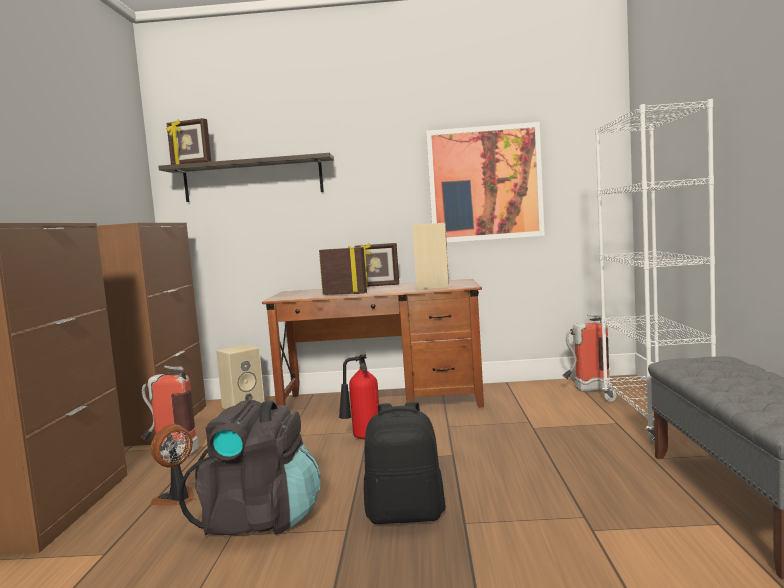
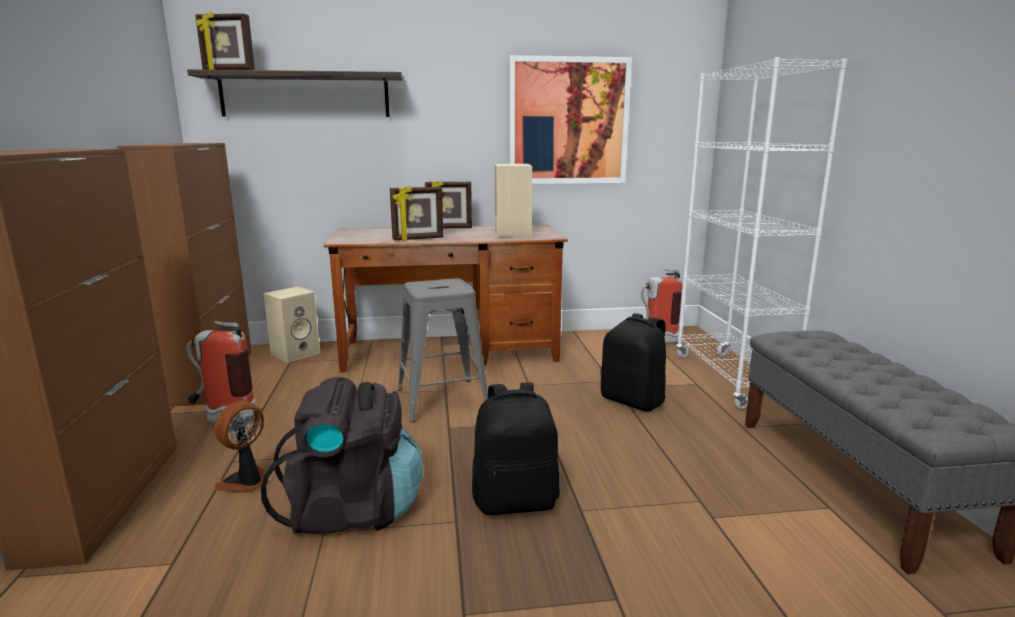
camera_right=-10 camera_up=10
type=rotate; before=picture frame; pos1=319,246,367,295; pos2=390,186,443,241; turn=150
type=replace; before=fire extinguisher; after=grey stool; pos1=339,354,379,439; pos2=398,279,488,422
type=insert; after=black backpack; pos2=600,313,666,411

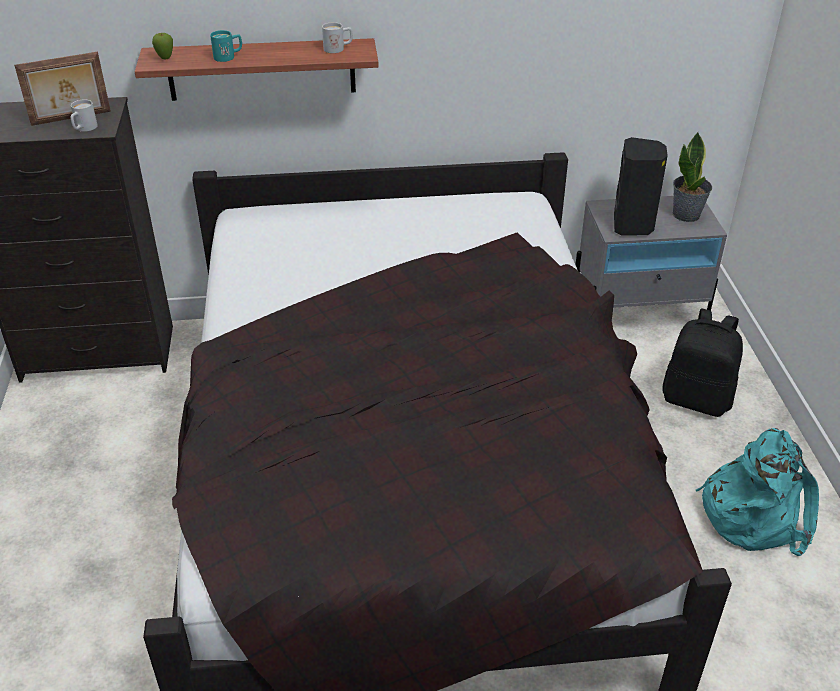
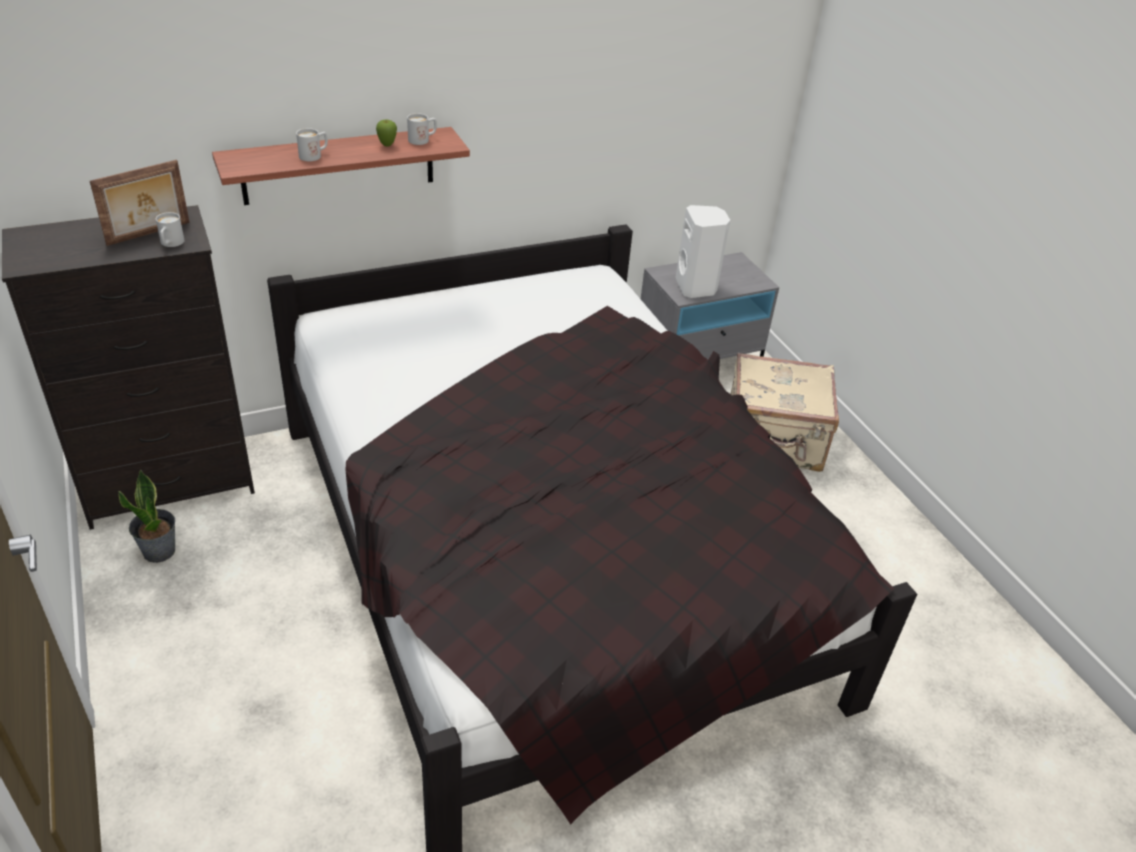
camera_right=-20 camera_up=0
type=recolor; before=turquoise mug; after=white mug; pos1=210,30,242,62; pos2=296,128,328,161
type=move; before=apple; pos1=152,33,173,60; pos2=376,119,397,146
type=move; before=potted plant; pos1=673,132,712,222; pos2=118,469,175,563
type=recolor; before=black speaker; after=white speaker; pos1=614,137,668,235; pos2=675,205,730,298
type=replace; before=black backpack; after=beige suitcase; pos1=662,309,743,417; pos2=730,353,839,472
type=delete; before=turquoise backpack; pos1=696,428,819,556

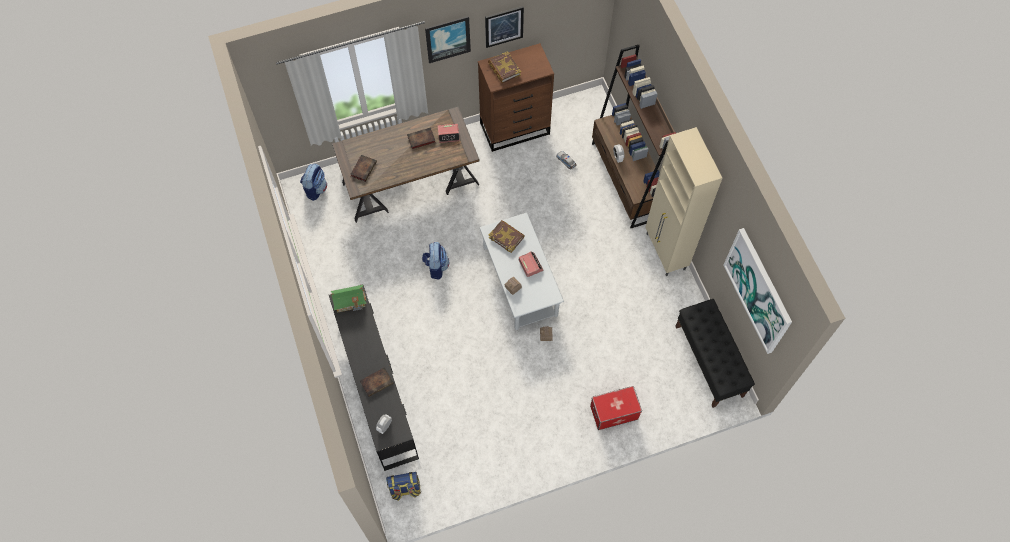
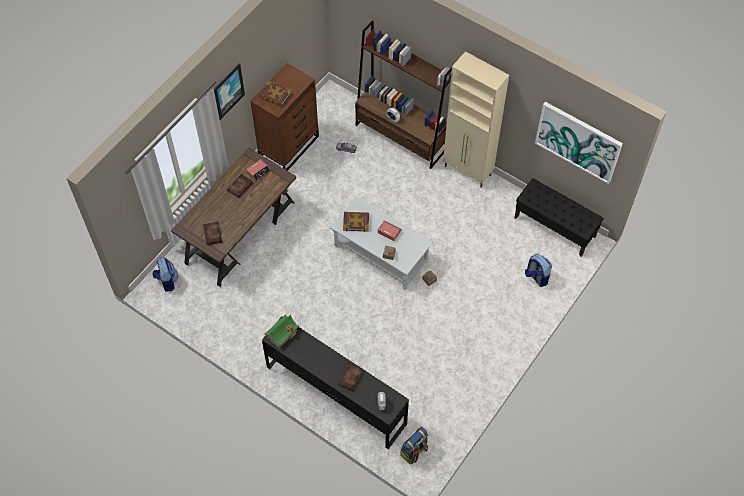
camera_right=-35 camera_up=-5
type=delete; before=picture; pos1=485,6,524,48
type=move; before=backpack; pos1=422,242,449,280; pos2=525,253,552,287
type=delete; before=storage box; pos1=590,386,642,430

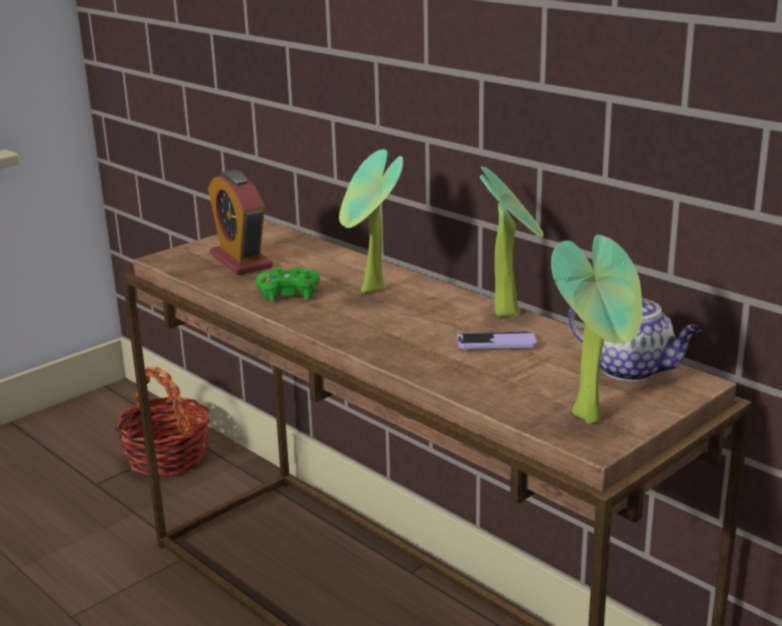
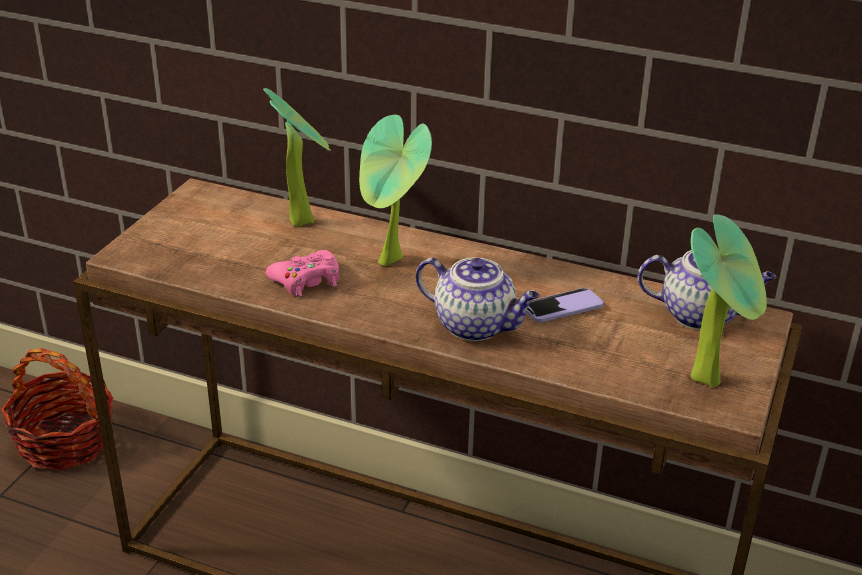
camera_right=-25 camera_up=10
type=move; before=potted plant; pos1=480,167,544,316; pos2=263,88,331,227
type=delete; before=alarm clock; pos1=208,170,273,275
type=recolor; before=green game controller; after=pink game controller; pos1=256,267,320,301; pos2=266,250,339,297
type=insert; after=teapot; pos2=416,257,540,341

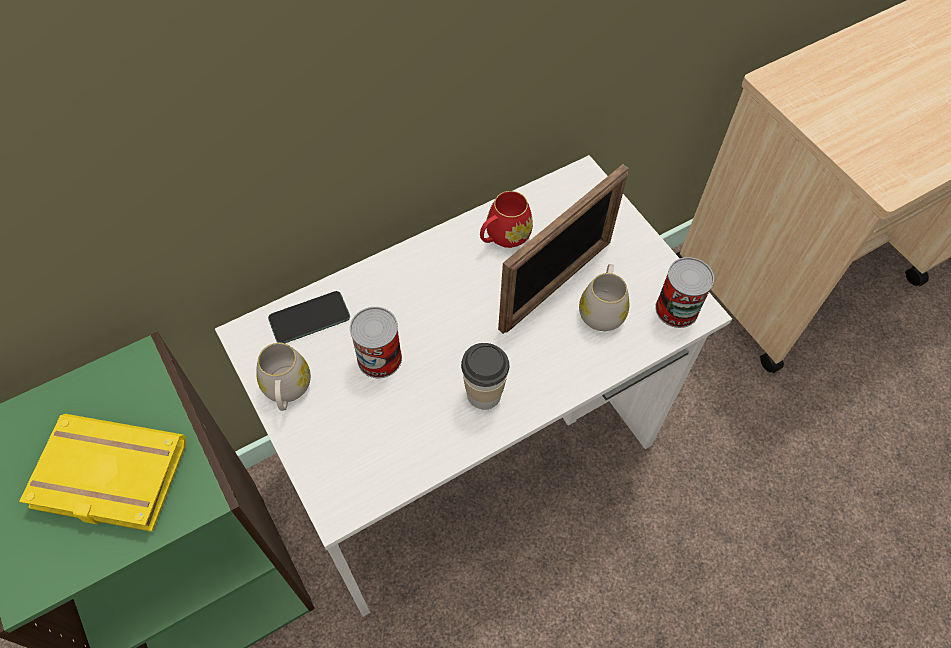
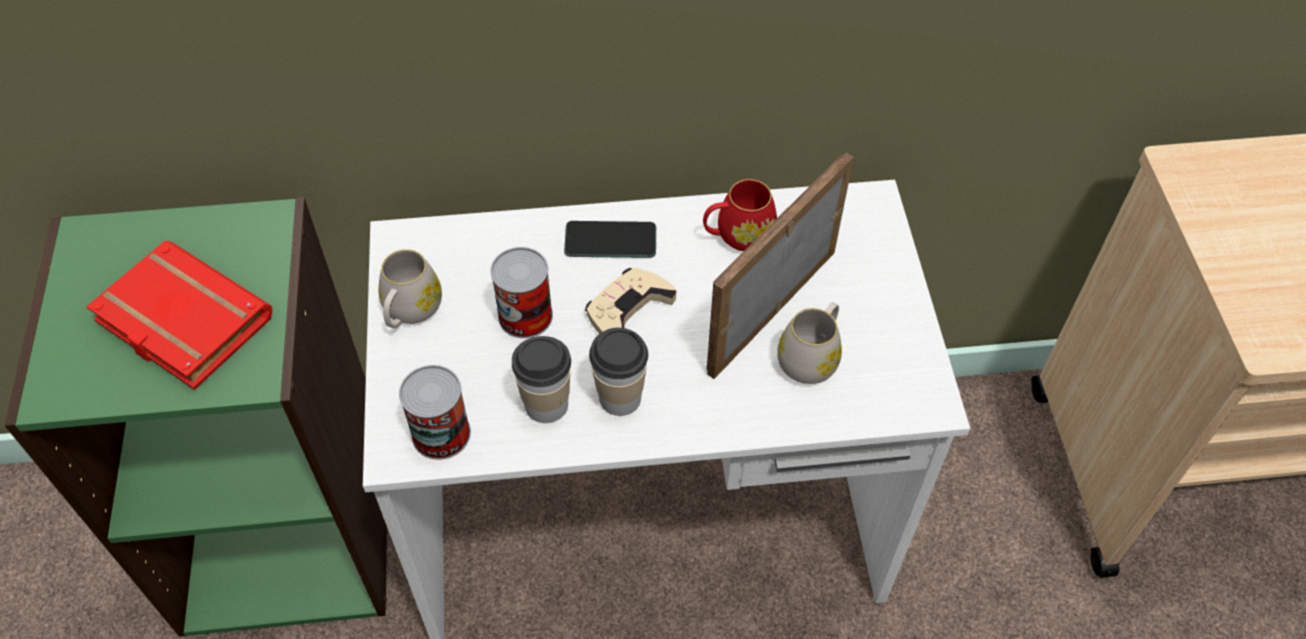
camera_right=25 camera_up=-5
type=rotate; before=picture frame; pos1=498,164,628,334; pos2=707,153,854,379; turn=150
type=move; before=can; pos1=655,257,714,328; pos2=399,365,471,460
type=move; before=phone; pos1=268,291,350,343; pos2=564,221,656,258
type=recolor; before=yellow book; after=red book; pos1=19,414,186,532; pos2=86,240,273,390
type=insert; after=beige game controller; pos2=585,268,676,334
type=insert; after=cup; pos2=512,336,571,423

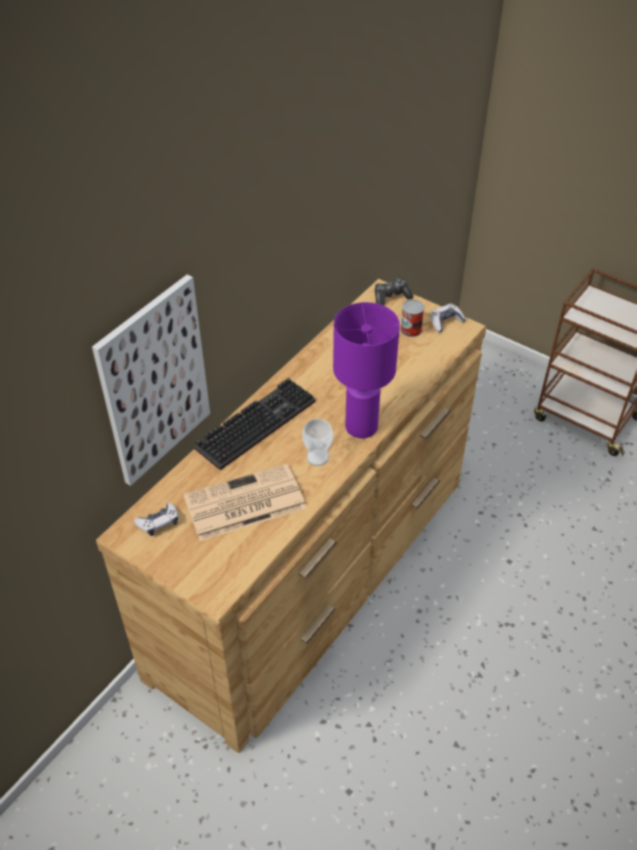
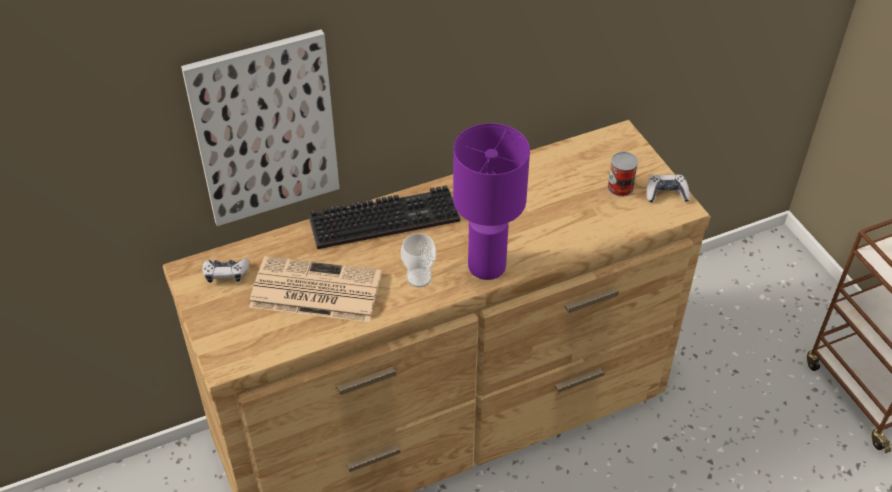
camera_right=30 camera_up=0
type=delete; before=game controller; pos1=375,278,413,306

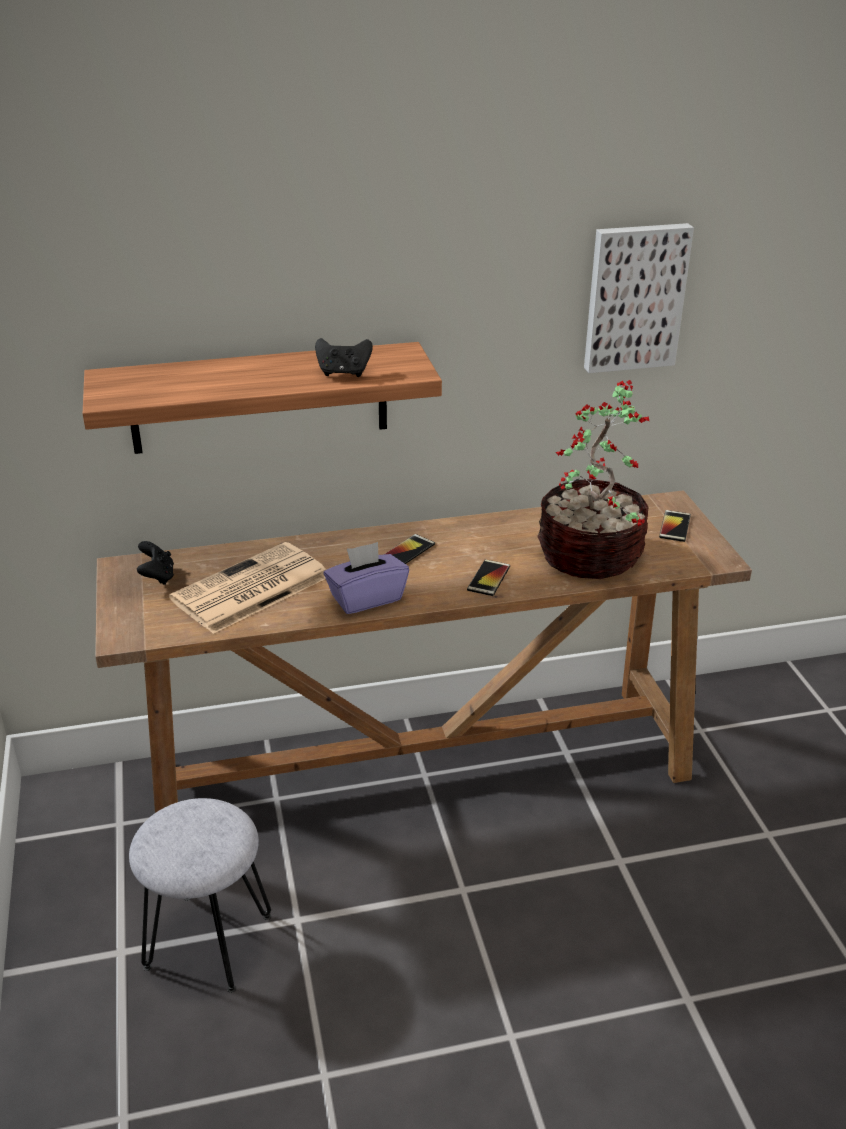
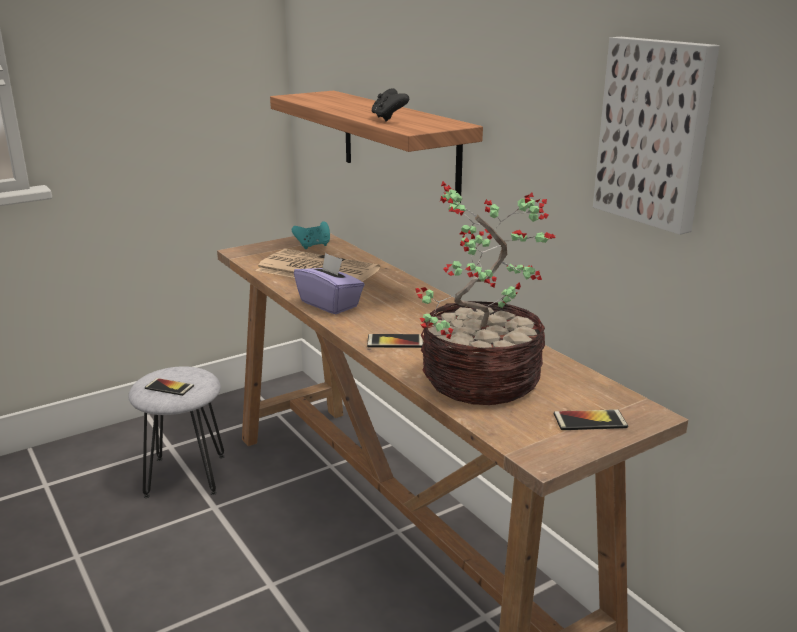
camera_right=70 camera_up=-10
type=move; before=phone; pos1=383,534,435,564; pos2=145,378,194,396
type=recolor; before=black game controller; after=turquoise game controller; pos1=137,541,174,585; pos2=292,221,330,249

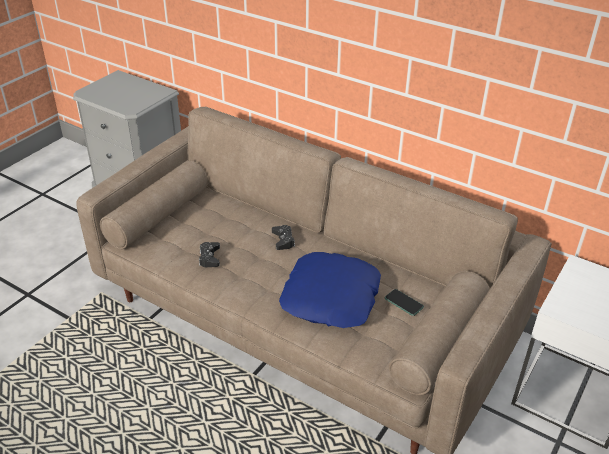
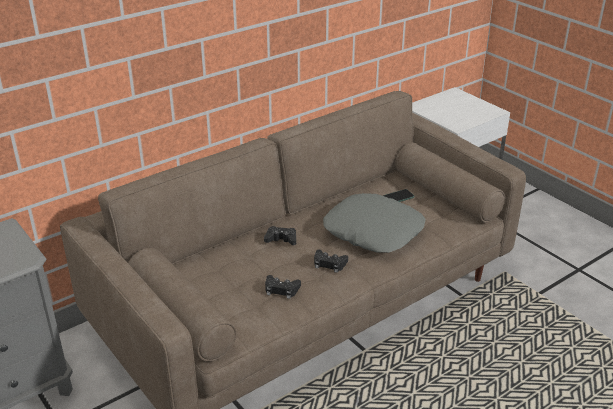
camera_right=-70 camera_up=-5
type=recolor; before=blue pillow; after=grey pillow; pos1=279,252,381,328; pos2=323,193,426,253
type=insert; after=black game controller; pos2=314,250,348,273

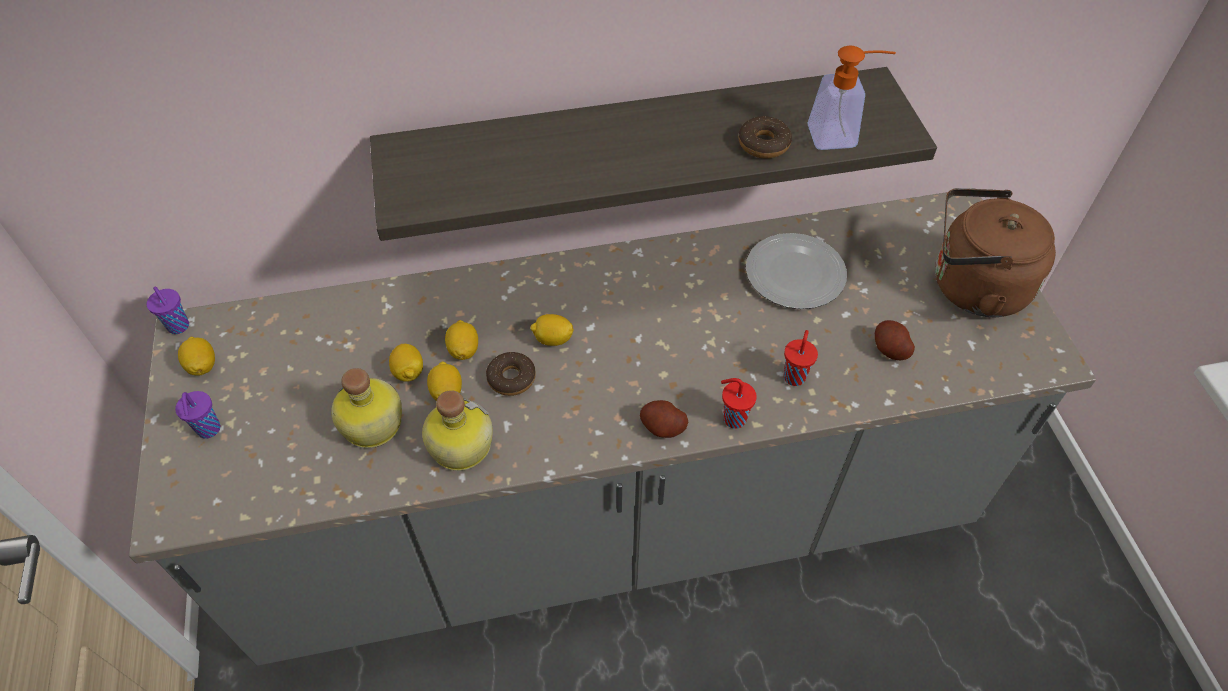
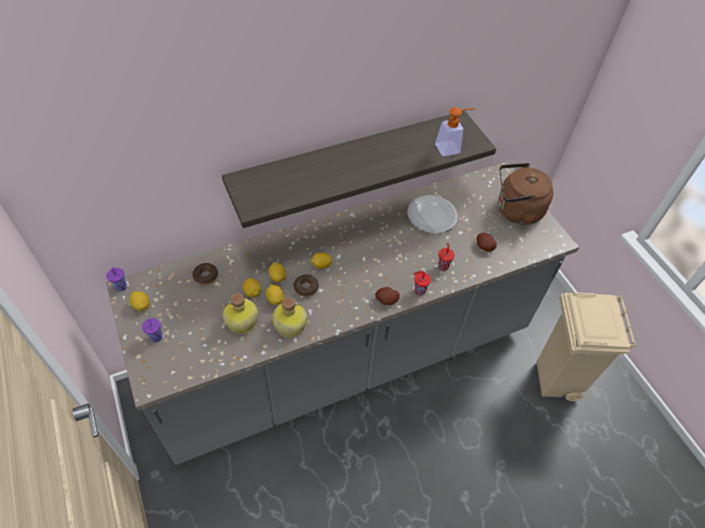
camera_right=-15 camera_up=0
type=move; before=donut; pos1=738,116,792,158; pos2=193,263,218,285
type=insert; after=beige trash can; pos2=537,292,636,401

